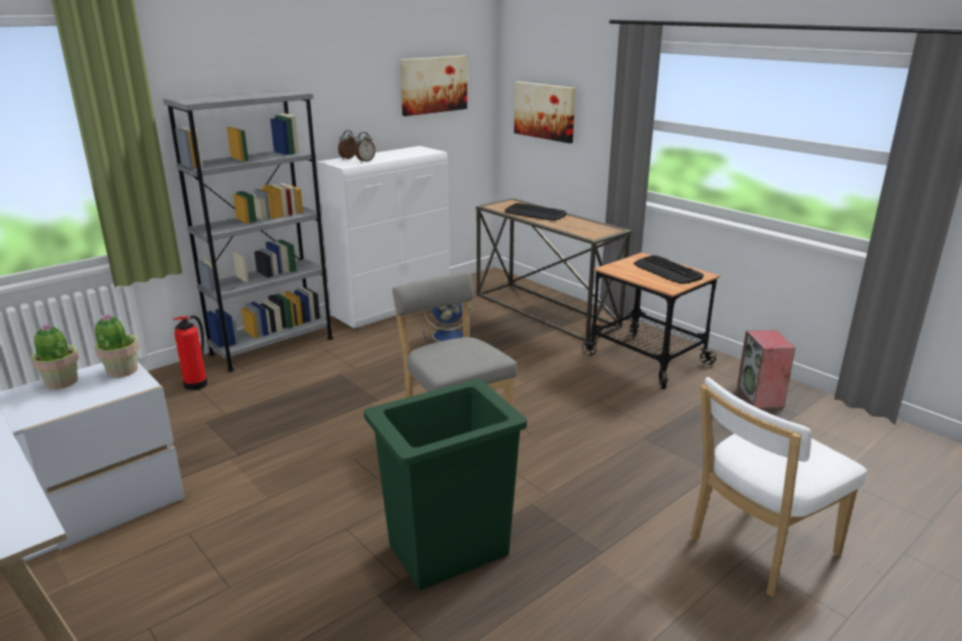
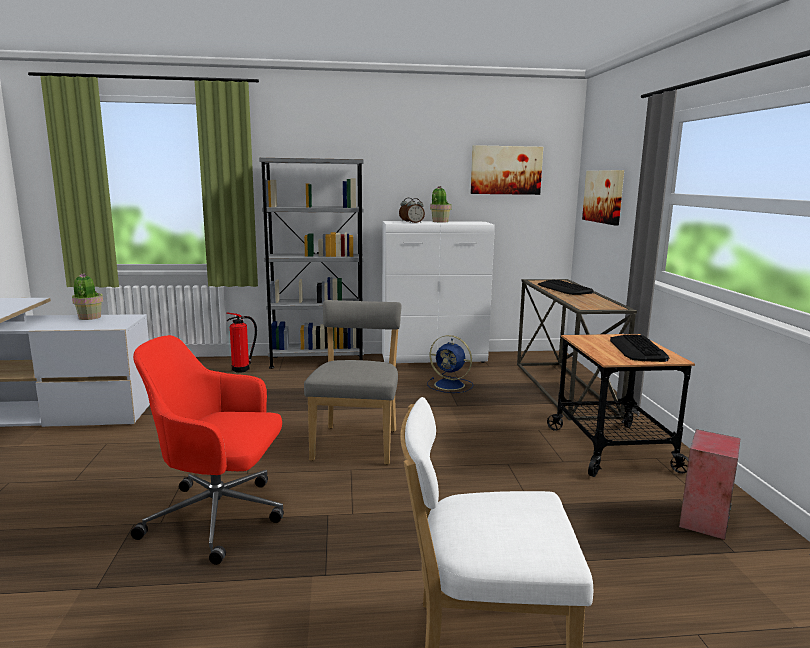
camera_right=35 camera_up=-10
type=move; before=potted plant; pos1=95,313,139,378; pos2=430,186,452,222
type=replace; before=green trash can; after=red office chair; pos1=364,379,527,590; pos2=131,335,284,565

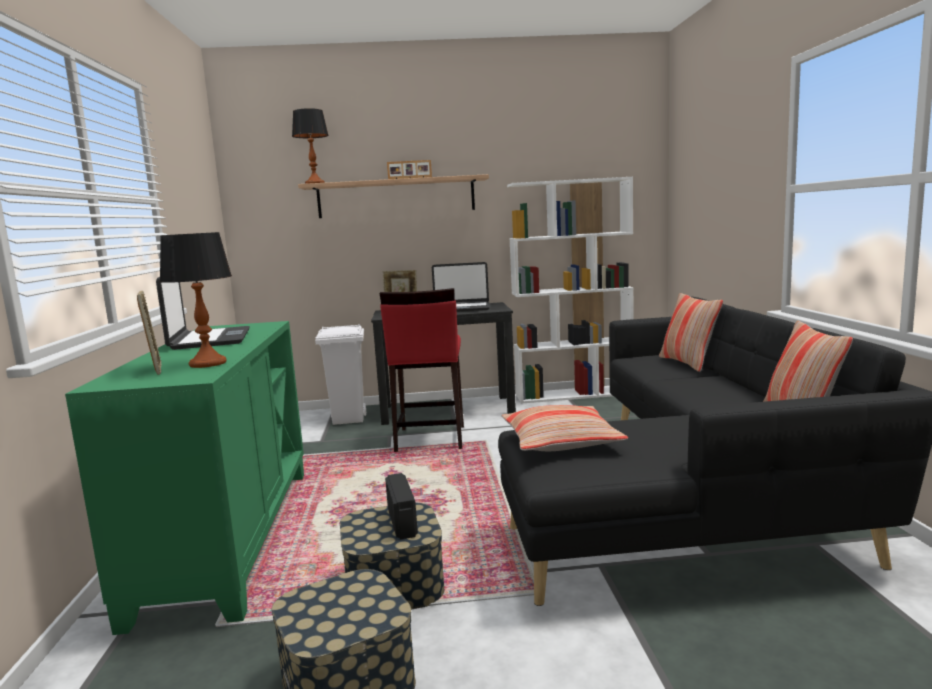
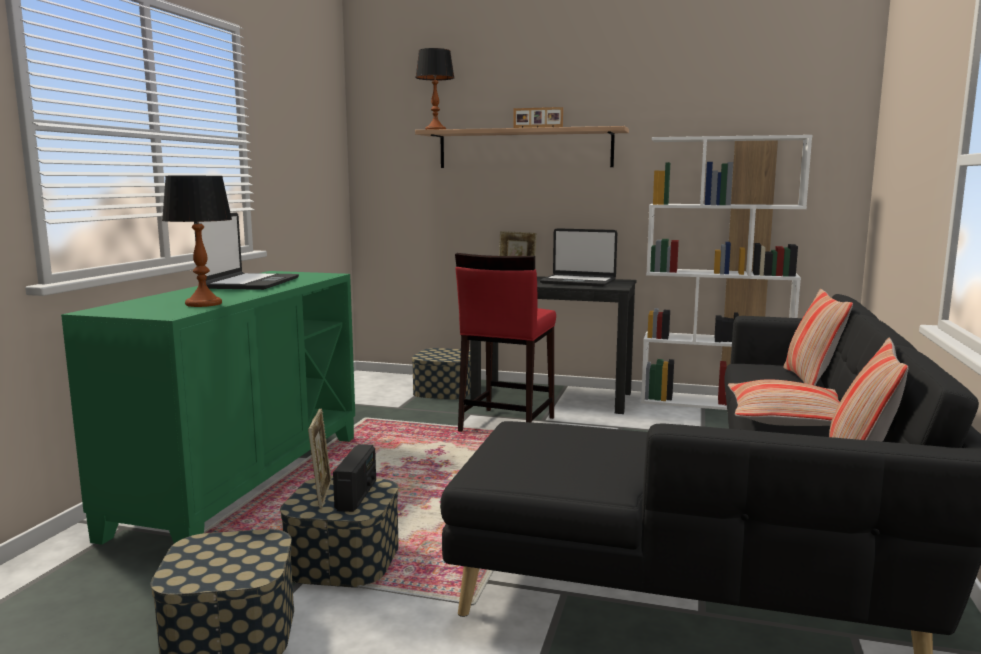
camera_right=20 camera_up=0
type=move; before=picture frame; pos1=137,291,162,375; pos2=308,409,332,508
type=replace; before=white trash can; after=storage box; pos1=315,324,366,425; pos2=412,348,471,400
type=move; before=pillow; pos1=502,405,628,451; pos2=728,379,840,426

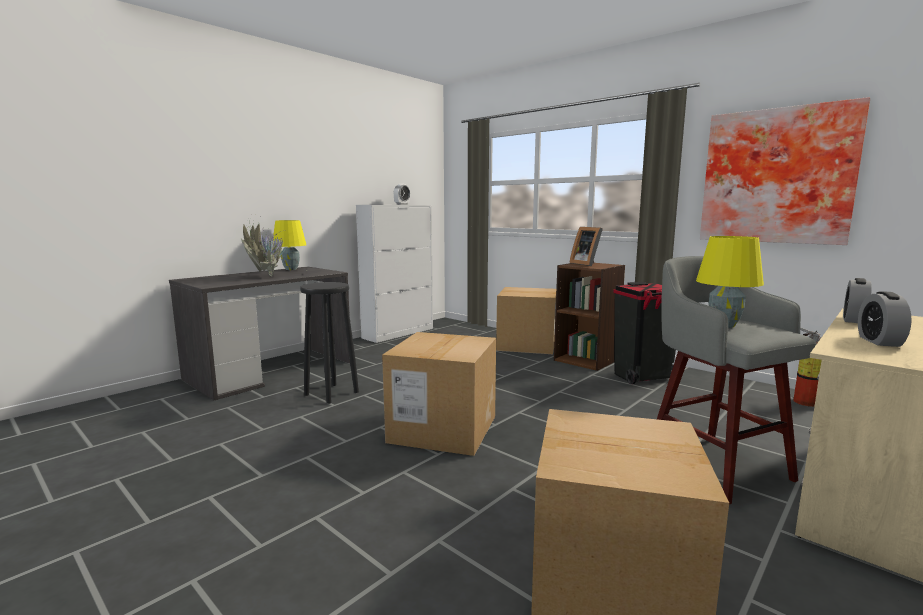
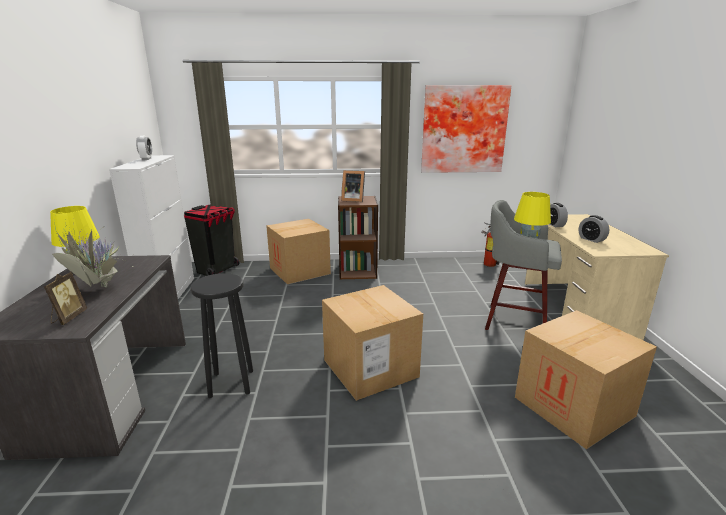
camera_right=-45 camera_up=10
type=move; before=black trash can; pos1=613,282,676,384; pos2=184,205,239,276
type=insert; after=picture frame; pos2=44,272,87,325

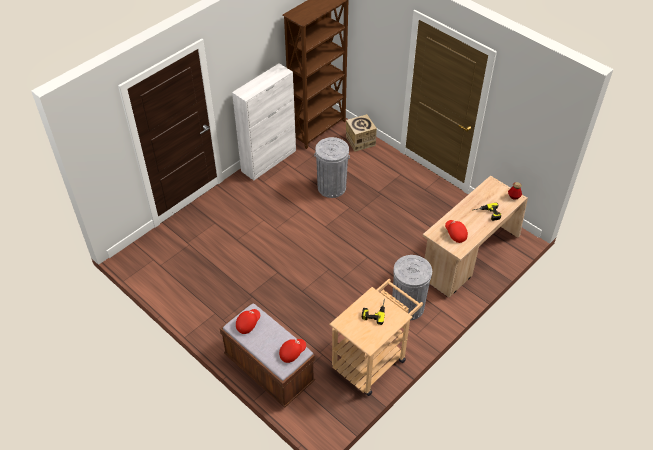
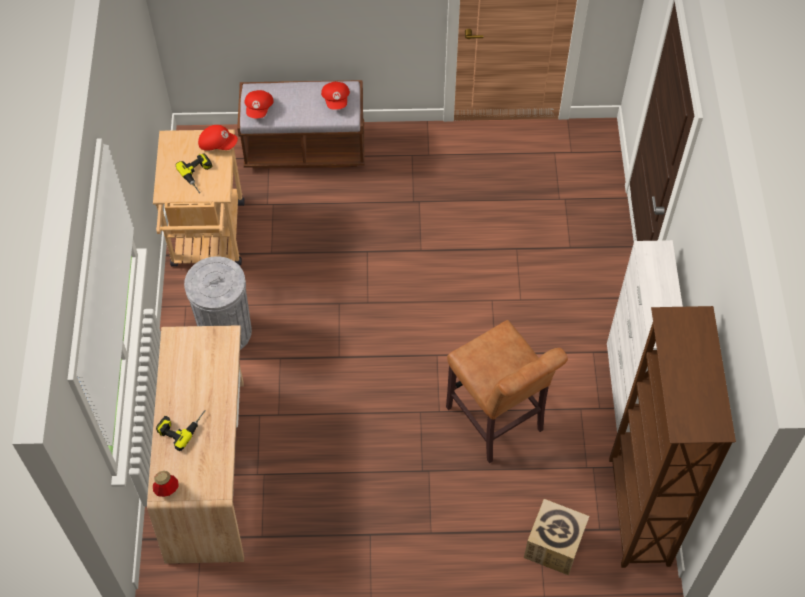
camera_right=135 camera_up=10
type=replace; before=grey trash can; after=brown stool; pos1=314,137,350,198; pos2=446,320,568,463
type=move; before=red cap; pos1=445,220,468,243; pos2=198,125,238,151

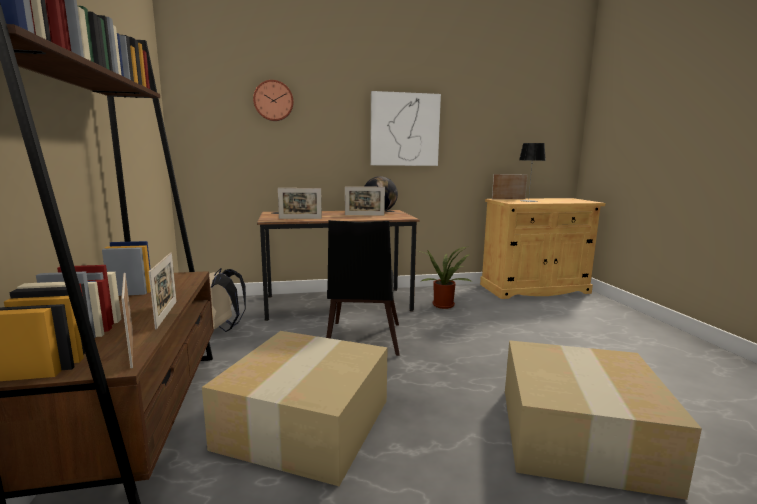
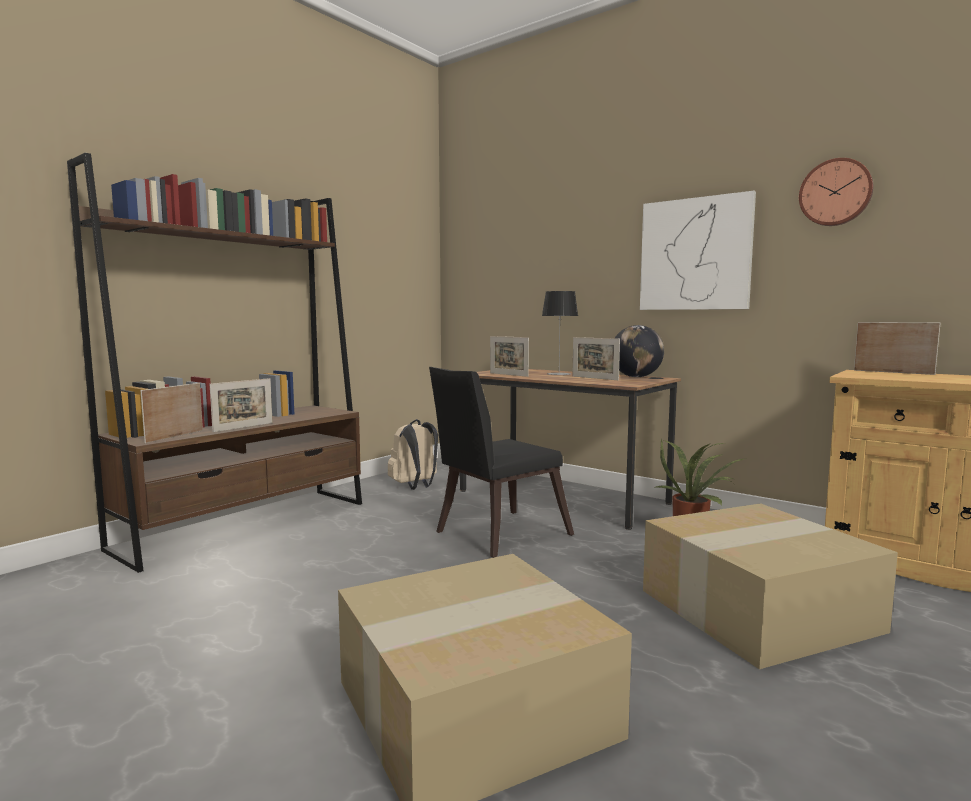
camera_right=50 camera_up=-5
type=move; before=wall clock; pos1=253,80,293,121; pos2=799,158,873,226
type=move; before=table lamp; pos1=519,143,546,202; pos2=542,291,578,375
type=move; before=cardboard box; pos1=202,331,388,486; pos2=643,503,898,669

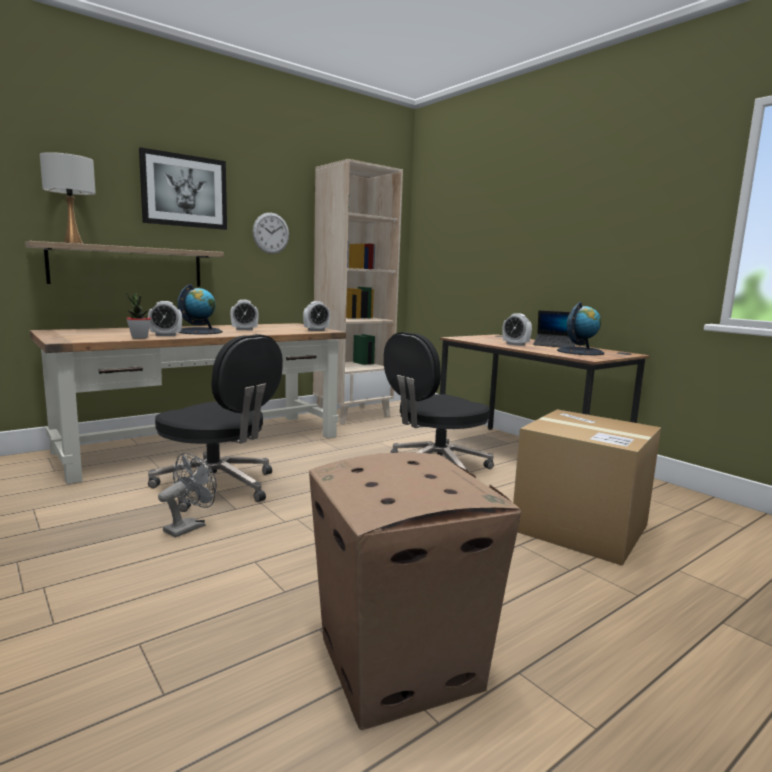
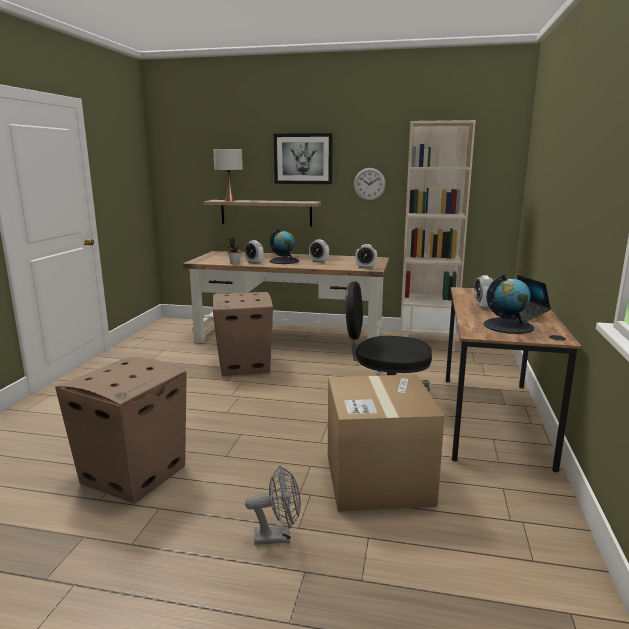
camera_right=50 camera_up=5
type=replace; before=black office chair; after=cardboard box; pos1=148,334,283,512; pos2=213,292,273,376
type=move; before=grey fan; pos1=158,453,217,538; pos2=245,465,301,545

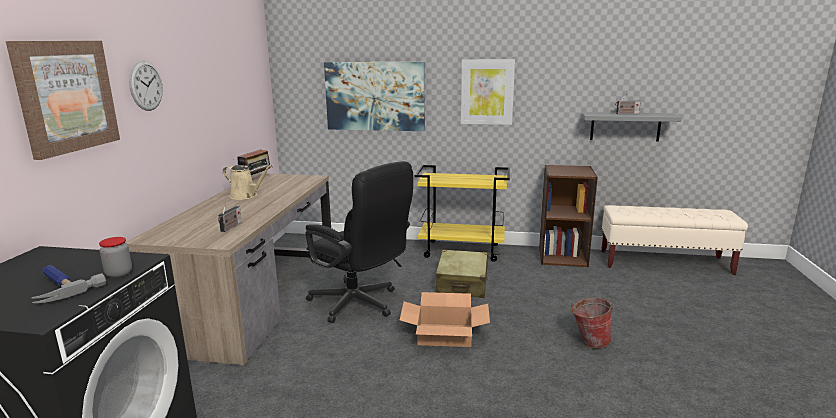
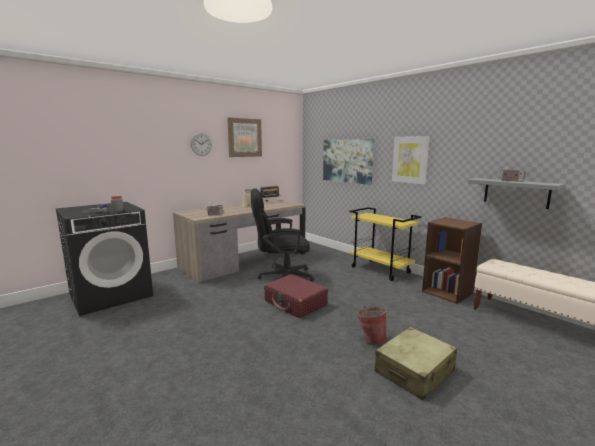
camera_right=40 camera_up=-5
type=move; before=picture; pos1=6,41,120,160; pos2=227,118,262,157
type=rotate; before=black office chair; pos1=305,161,413,323; pos2=251,188,315,282; turn=90
type=move; before=beige suitcase; pos1=435,250,489,298; pos2=374,327,457,401
type=replace; before=cardboard box; after=red suitcase; pos1=400,292,490,347; pos2=264,274,328,318

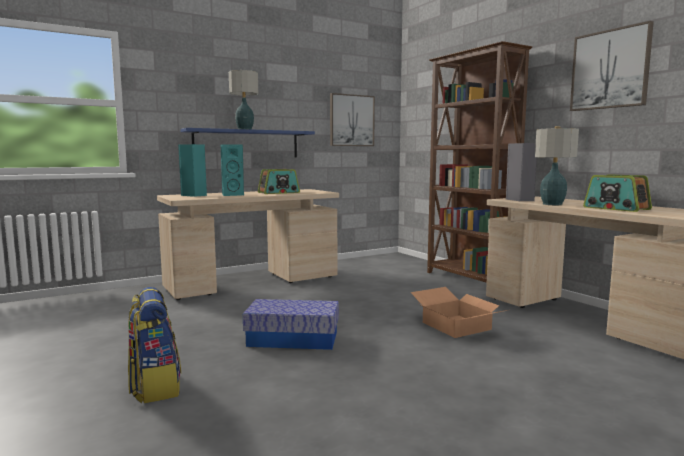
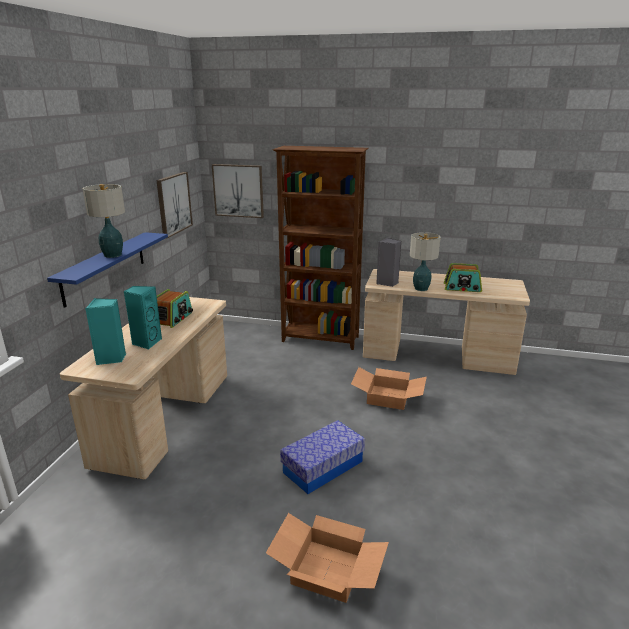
camera_right=-45 camera_up=15
type=move; before=picture; pos1=570,21,654,111; pos2=212,164,264,218
type=replace; before=backpack; after=cardboard box; pos1=128,287,181,403; pos2=266,513,389,603

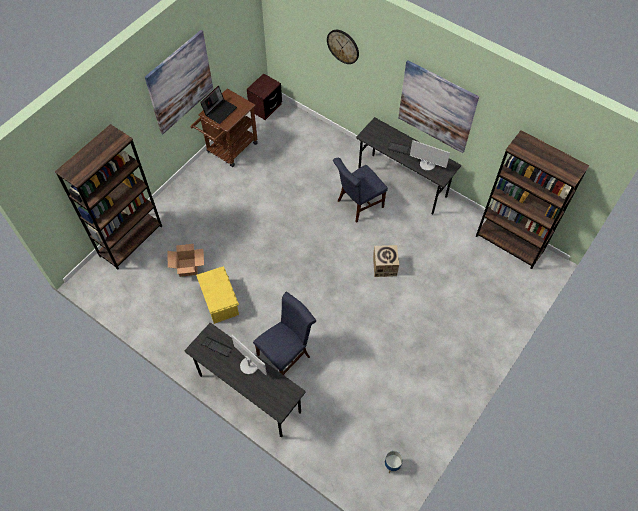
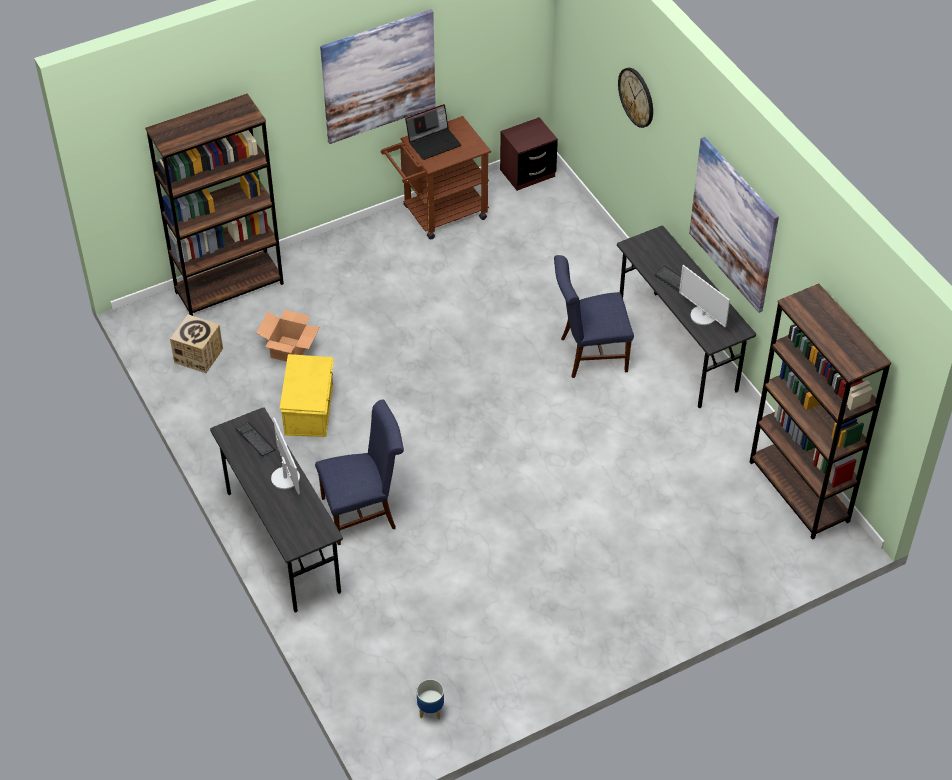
camera_right=25 camera_up=-10
type=move; before=cardboard box; pos1=373,245,399,277; pos2=170,314,223,373

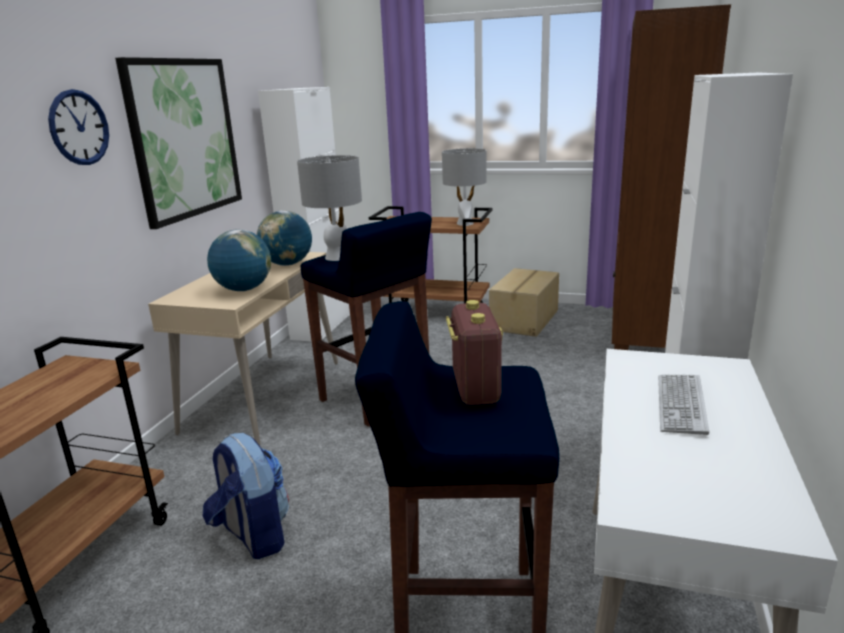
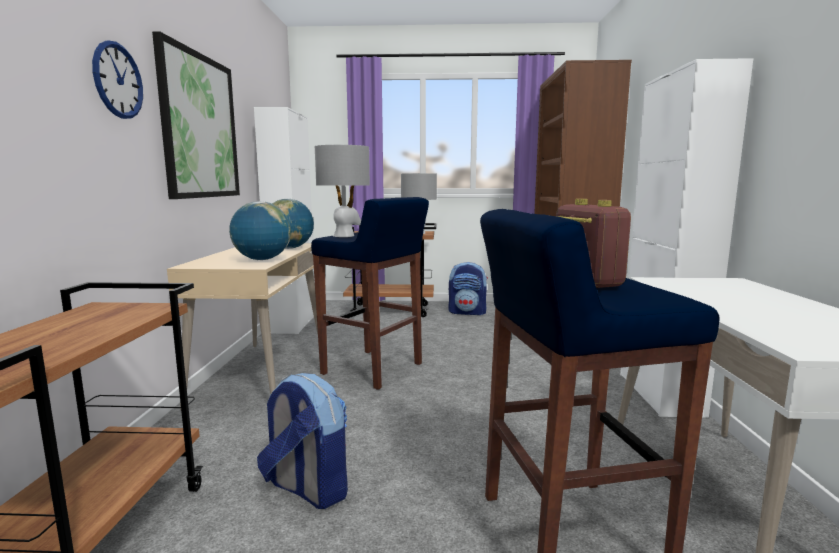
camera_right=-15 camera_up=-10
type=replace; before=cardboard box; after=backpack; pos1=489,268,559,337; pos2=448,262,488,315
type=delete; before=keyboard; pos1=658,375,709,435

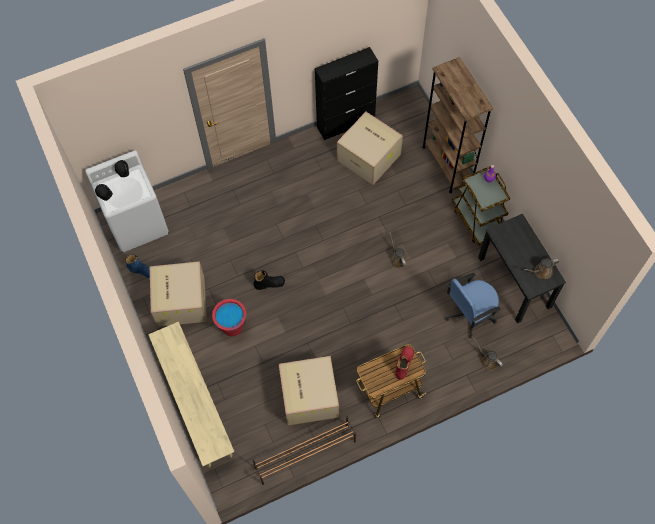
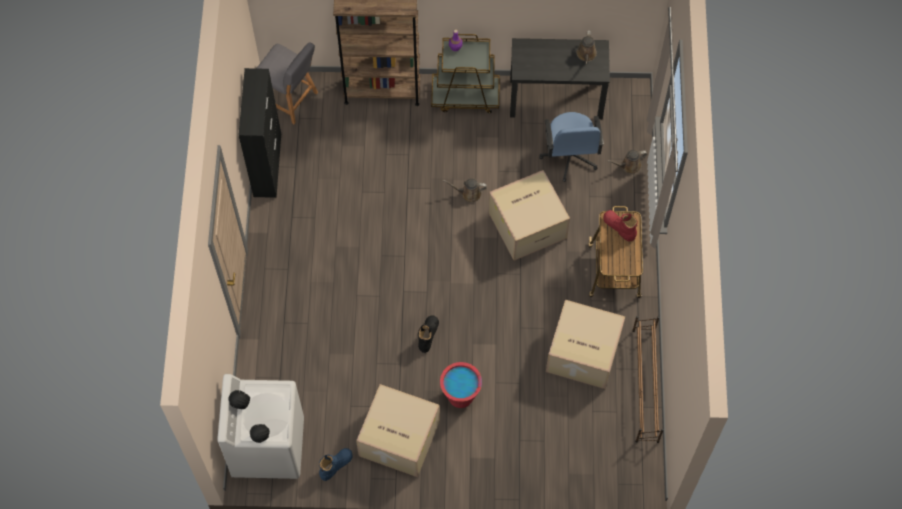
camera_right=-65 camera_up=0
type=move; before=cardboard box; pos1=337,112,403,185; pos2=488,170,570,261
type=delete; before=beige bench; pos1=148,322,235,468
type=insert; after=grey stool; pos2=256,42,318,124

